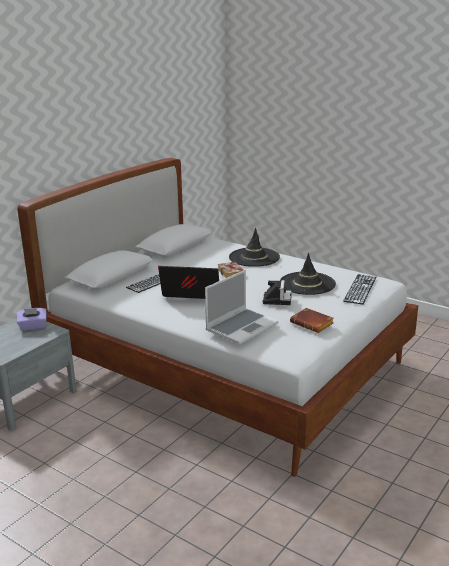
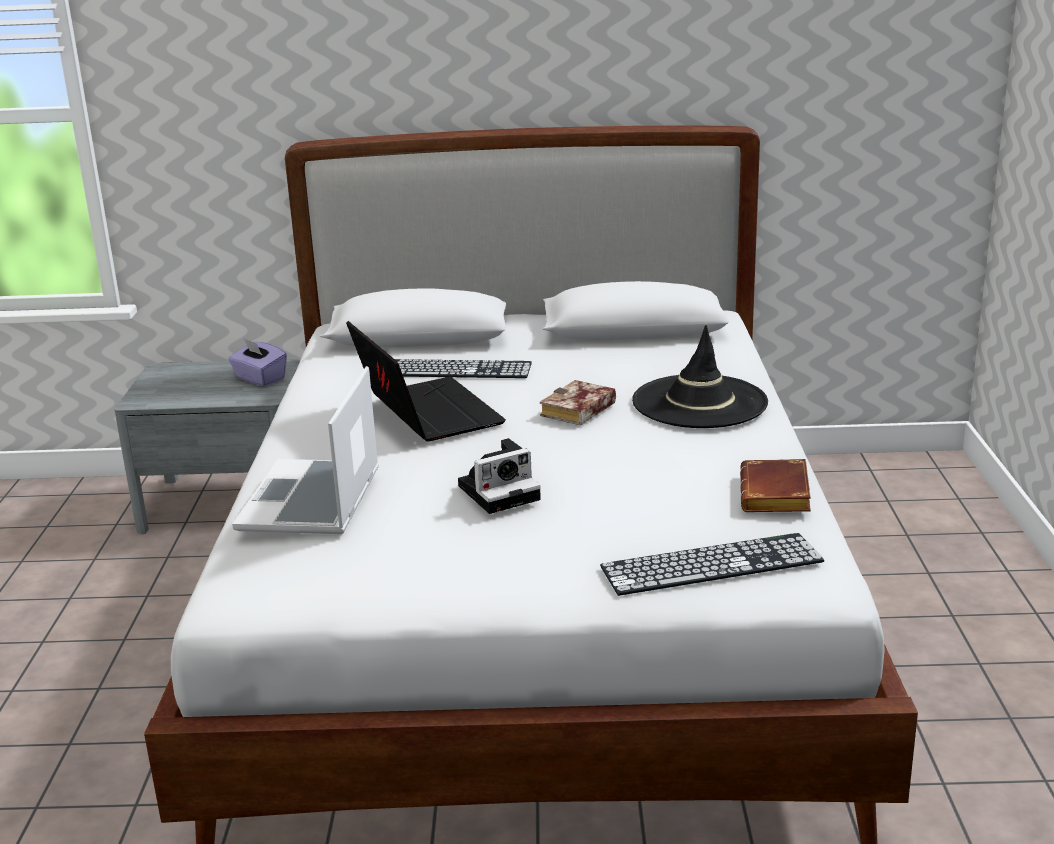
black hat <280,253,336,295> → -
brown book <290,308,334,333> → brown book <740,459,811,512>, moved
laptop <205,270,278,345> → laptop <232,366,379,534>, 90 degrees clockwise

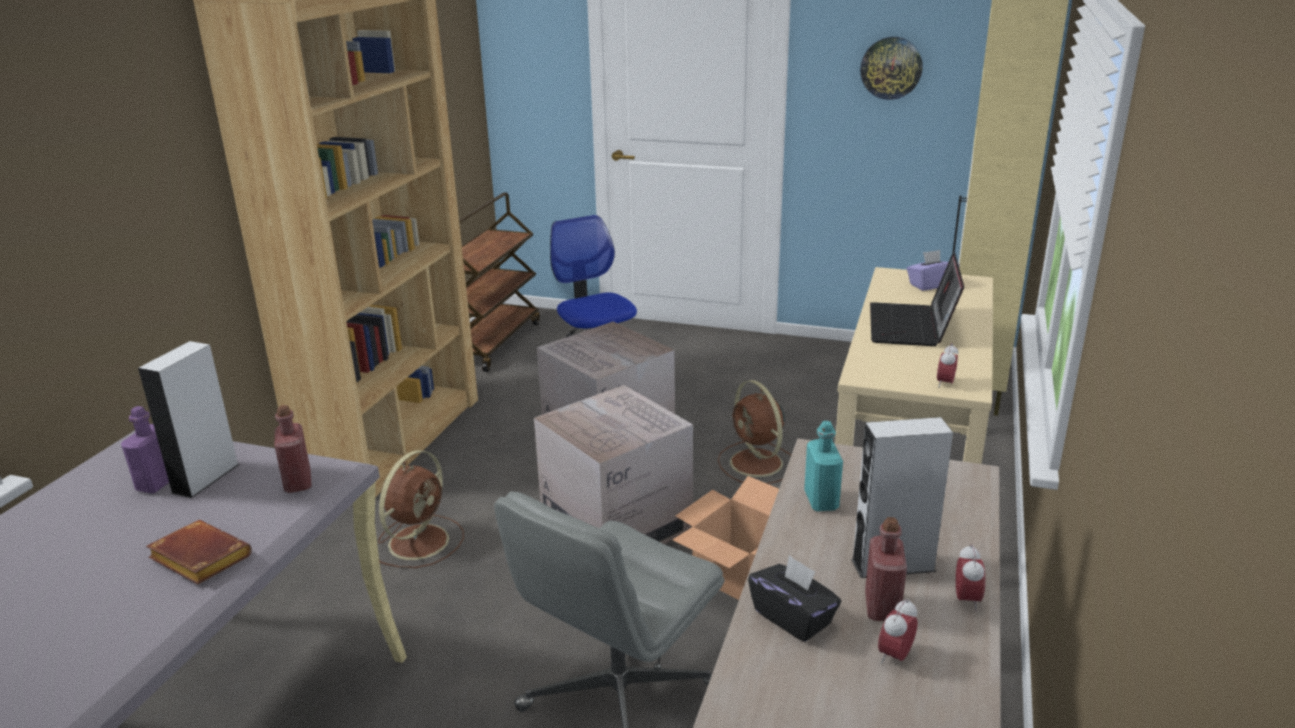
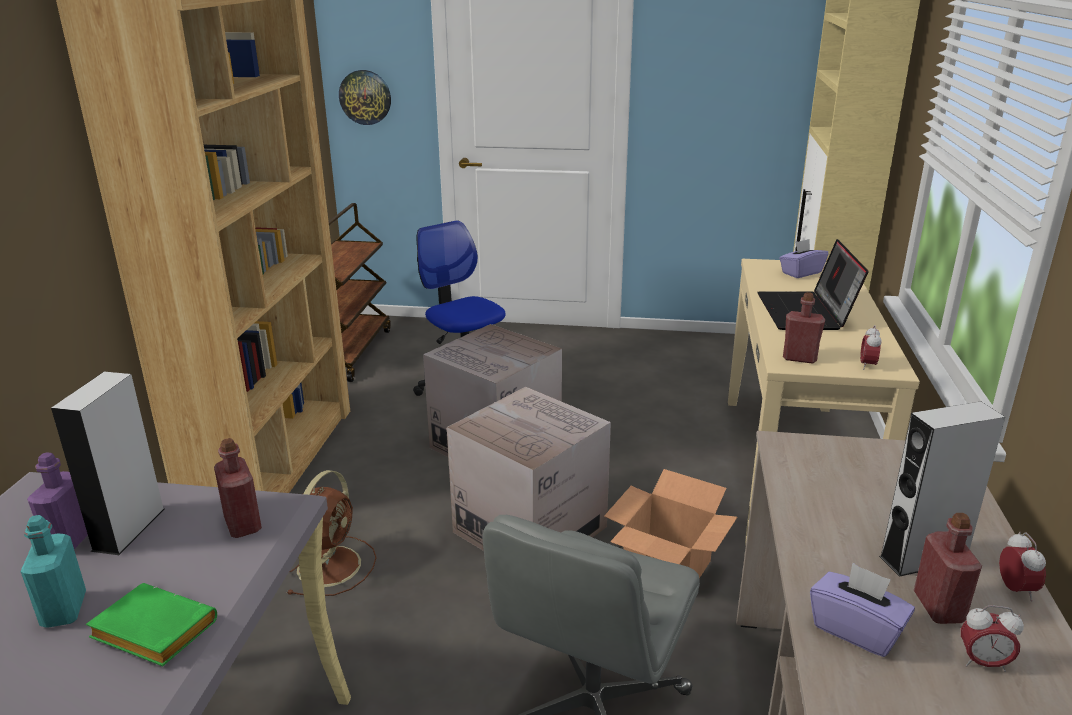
brown fan <718,380,791,484> → -
- → red bottle <783,292,825,364>
turquoise bottle <804,421,843,511> → turquoise bottle <20,515,86,628>, moved
wall clock <860,37,923,100> → wall clock <339,70,391,125>, moved
brown book <146,520,252,585> → green book <86,583,217,666>
black tissue box <748,555,841,642> → purple tissue box <810,563,915,657>
alarm clock <878,599,918,664> → alarm clock <961,605,1024,672>, 105 degrees counterclockwise

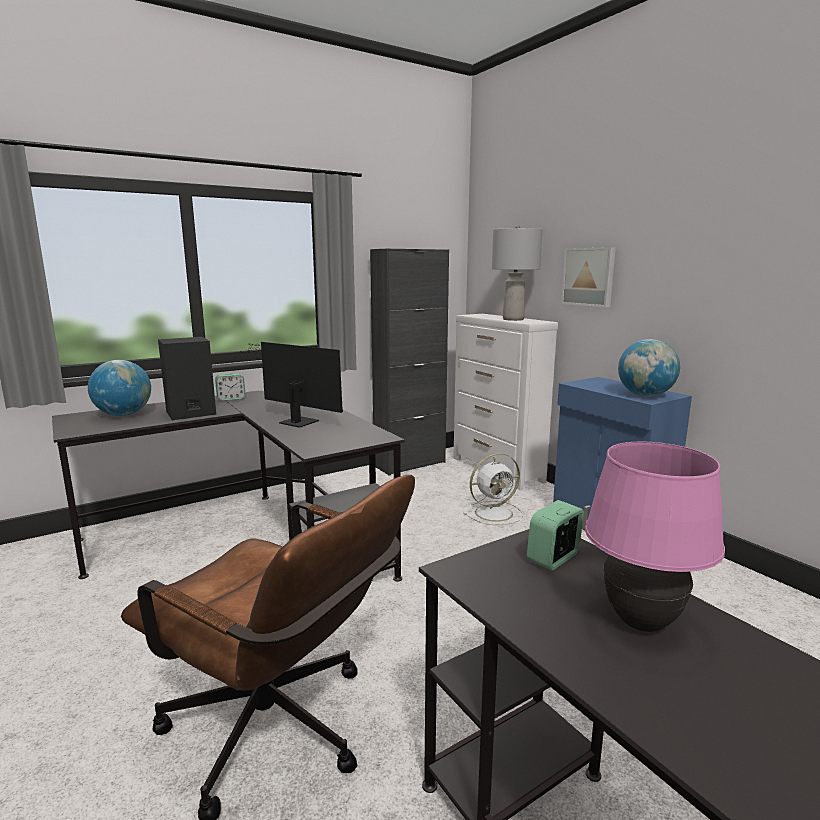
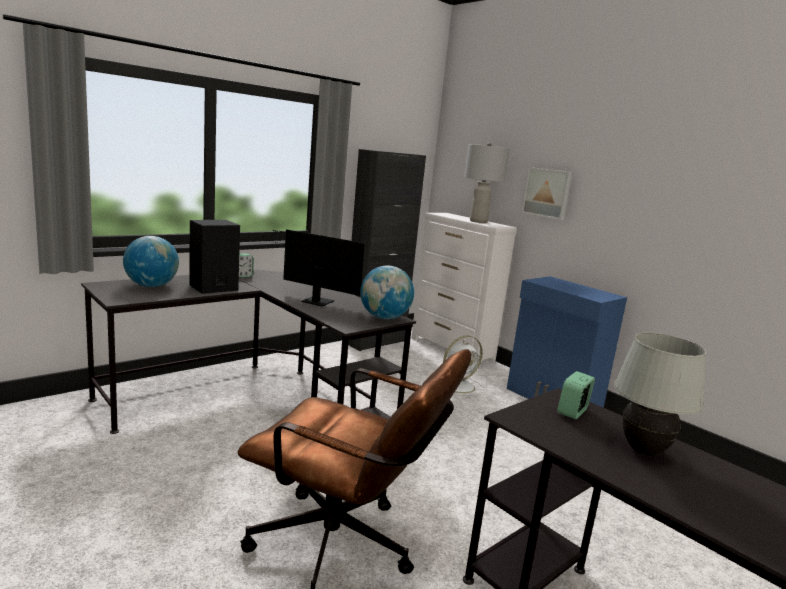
globe <618,339,680,396> → globe <360,266,414,319>, moved
pink table lamp <585,442,725,632> → white table lamp <614,333,707,456>

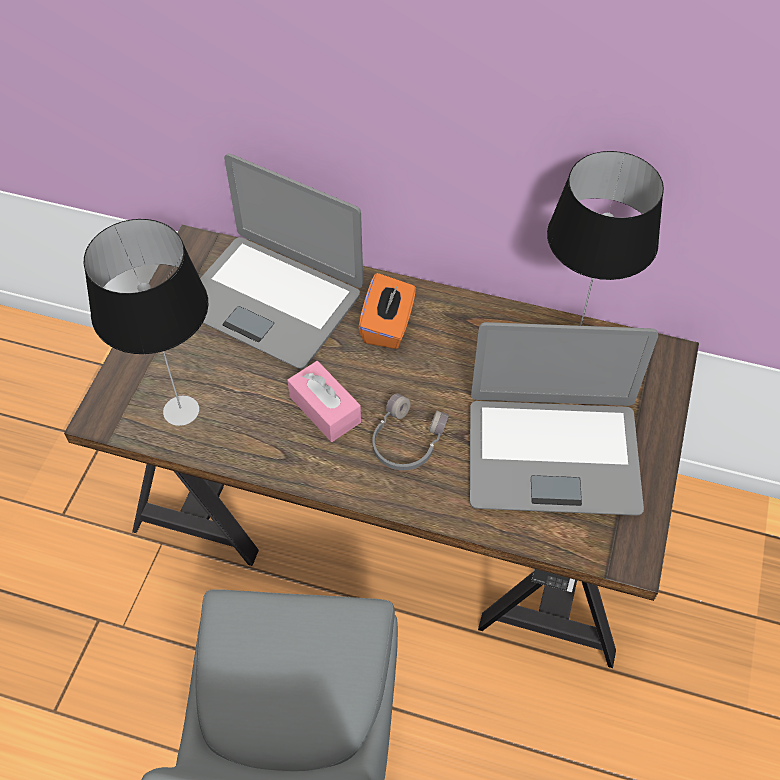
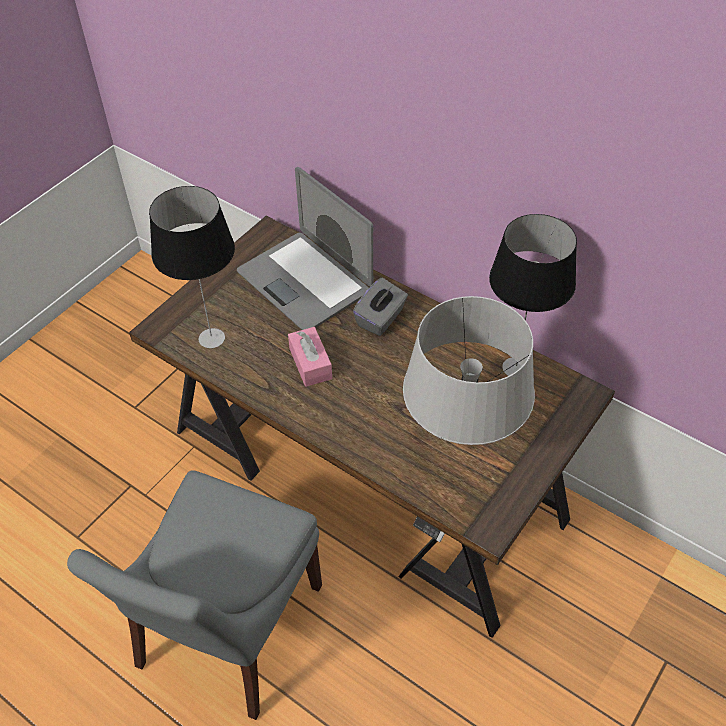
grey headphones <372,393,449,470> → -
laptop <470,322,658,515> → grey table lamp <403,296,535,445>
orange tissue box <358,273,416,349> → grey tissue box <353,278,408,336>

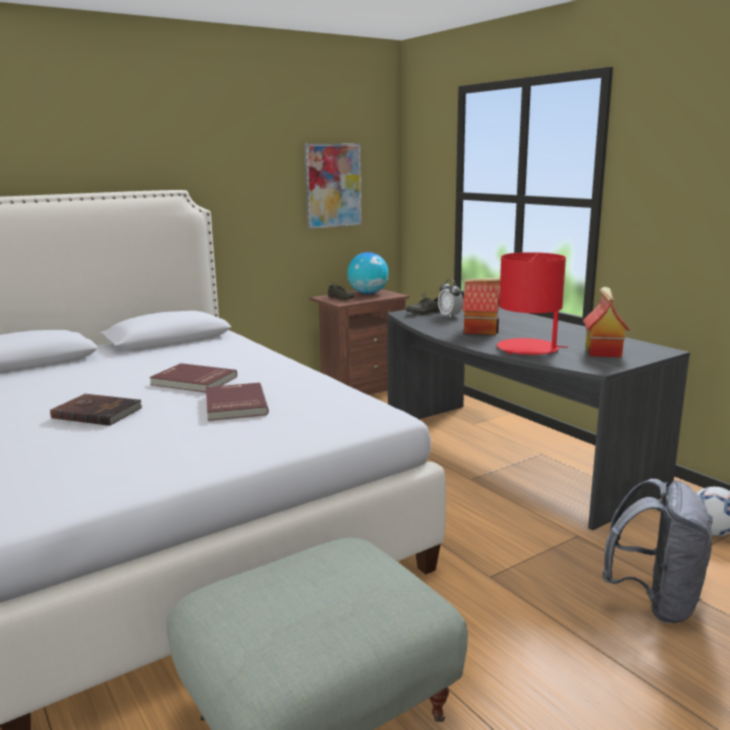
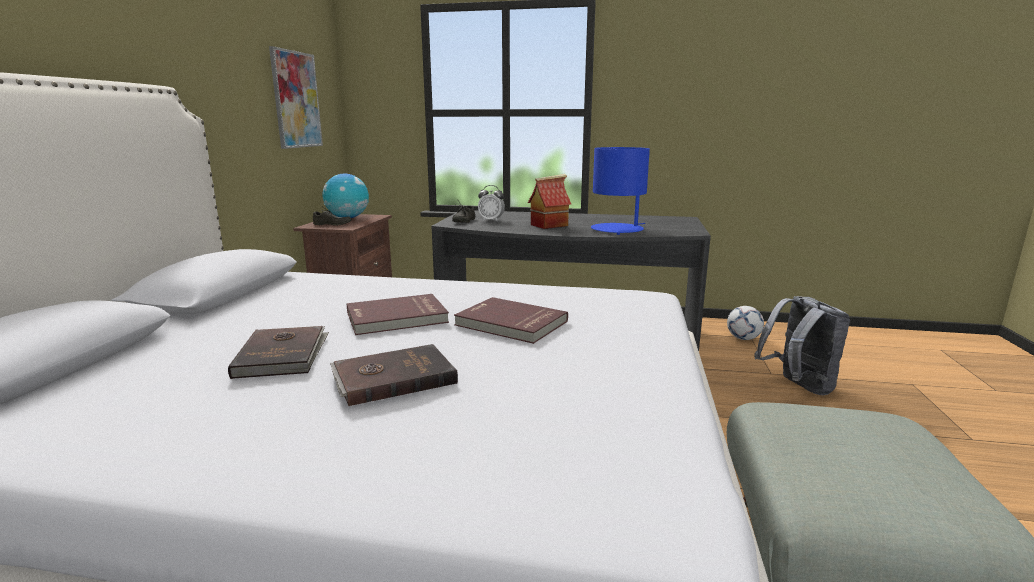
toy house <583,287,630,357> → -
- → brown book <228,326,329,379>
red table lamp <497,252,568,355> → blue table lamp <591,147,650,235>

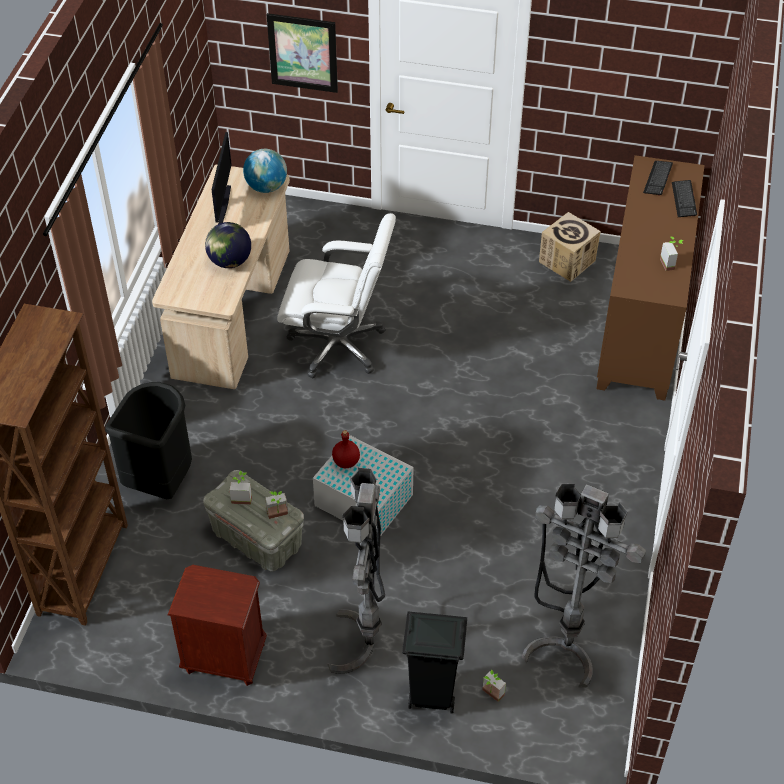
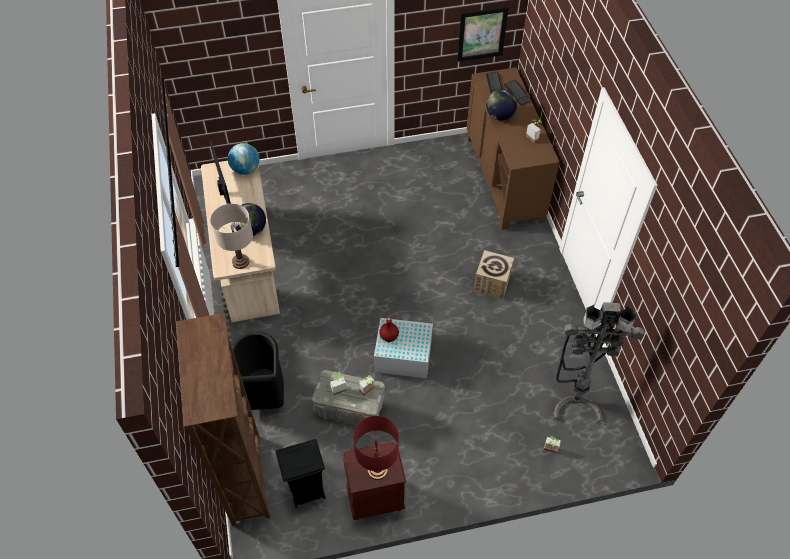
white office chair <277,213,396,378> → -
grey floor lamp <327,468,385,674> → -
- → beige table lamp <210,204,253,269>
- → red table lamp <353,416,399,480>
- → globe <486,89,517,120>
picture <267,13,338,93> → picture <457,7,509,62>, moved
black trash can <402,611,467,714> → black trash can <275,439,326,508>, moved
cardboard box <539,212,601,282> → cardboard box <474,250,514,300>, moved

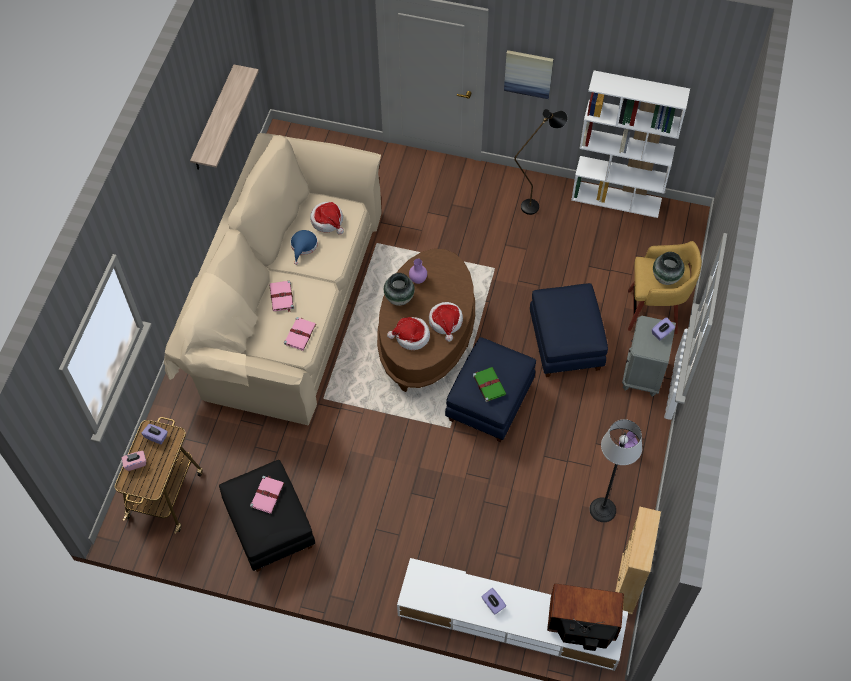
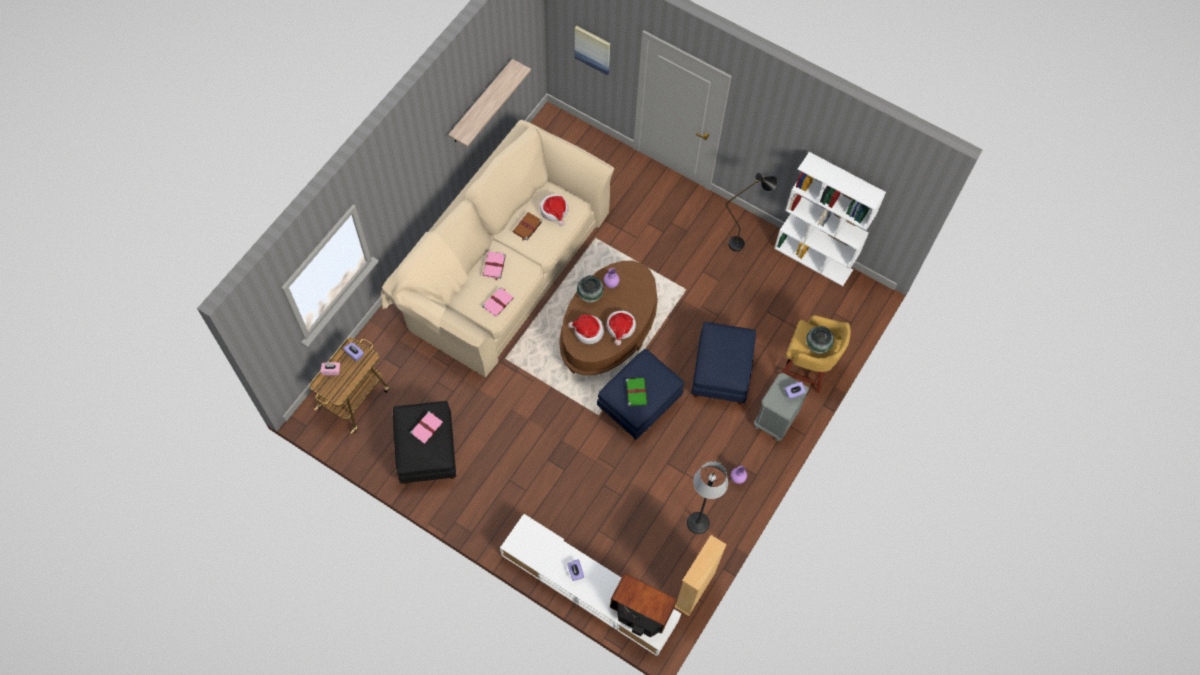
picture <504,50,553,99> → picture <575,26,611,75>, moved
blue hat <290,230,318,265> → brown book <513,212,542,241>

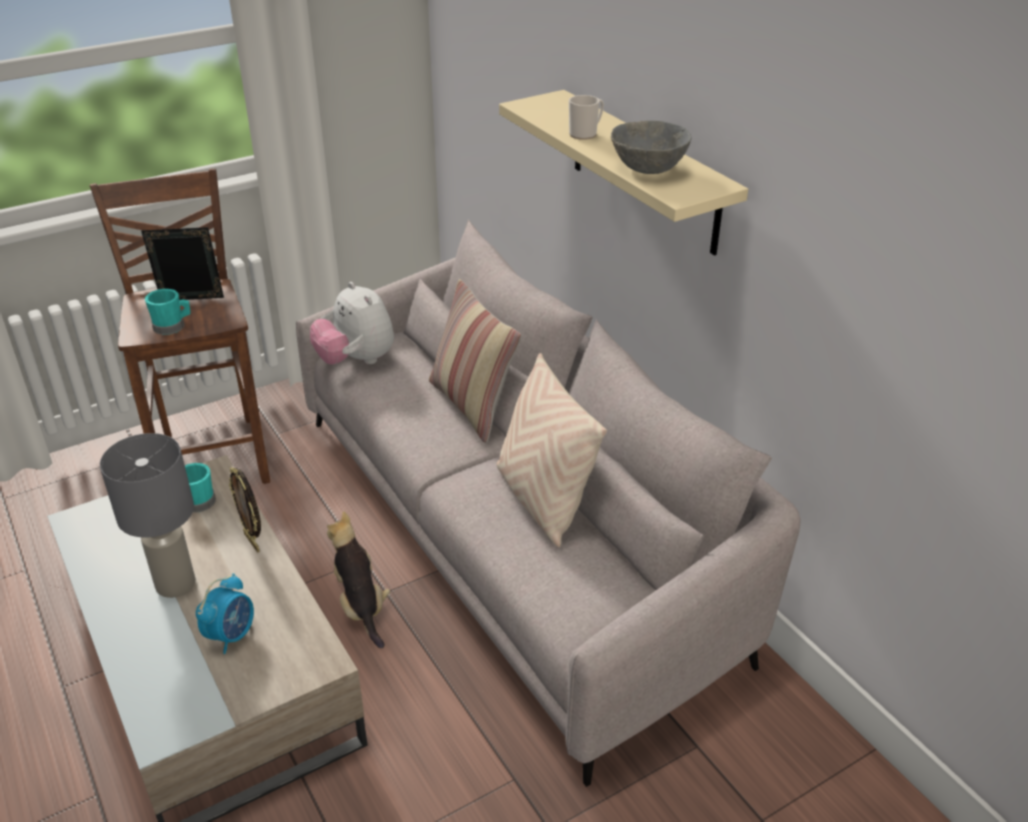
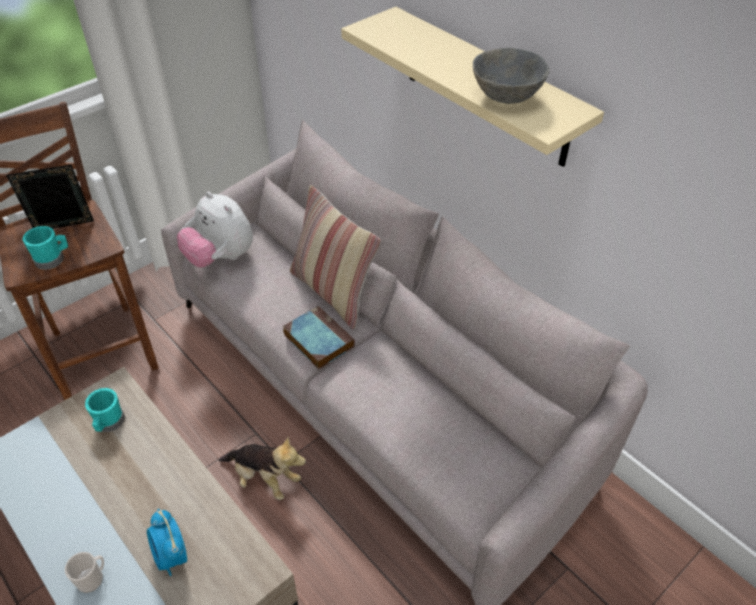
grey table lamp <100,433,195,598> → -
picture frame <229,467,261,552> → -
beige pillow <497,353,607,547> → -
- → book <283,306,355,370>
mug <569,95,604,140> → mug <65,552,104,593>, moved
alarm clock <196,573,254,654> → alarm clock <147,509,187,576>, 135 degrees clockwise
plush toy <327,511,390,648> → plush toy <219,436,306,500>, 150 degrees clockwise

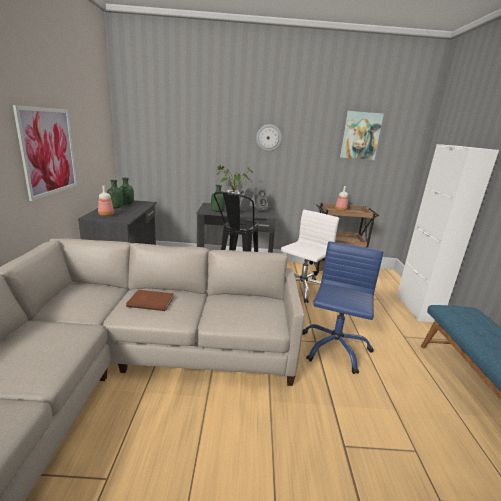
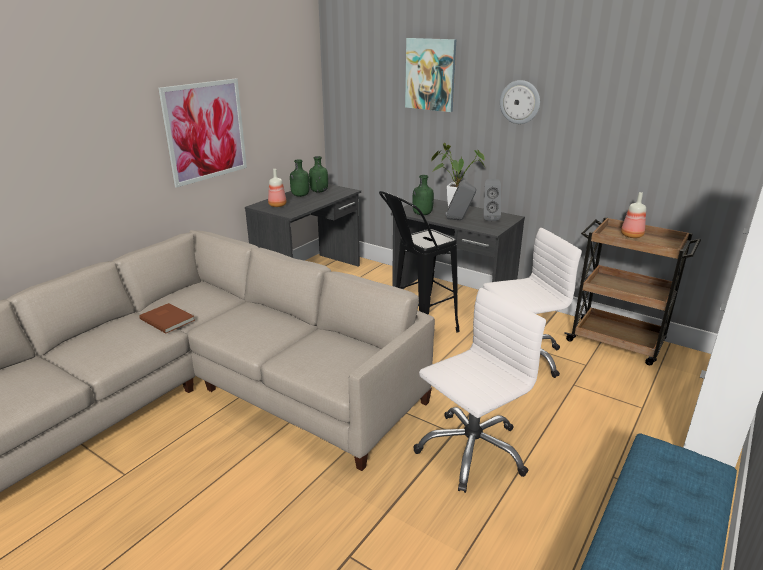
brown book <126,290,174,311> → brown book <139,303,195,333>, moved
picture <340,111,384,160> → picture <405,38,456,112>, moved
blue office chair <302,241,383,374> → white office chair <413,288,546,493>

